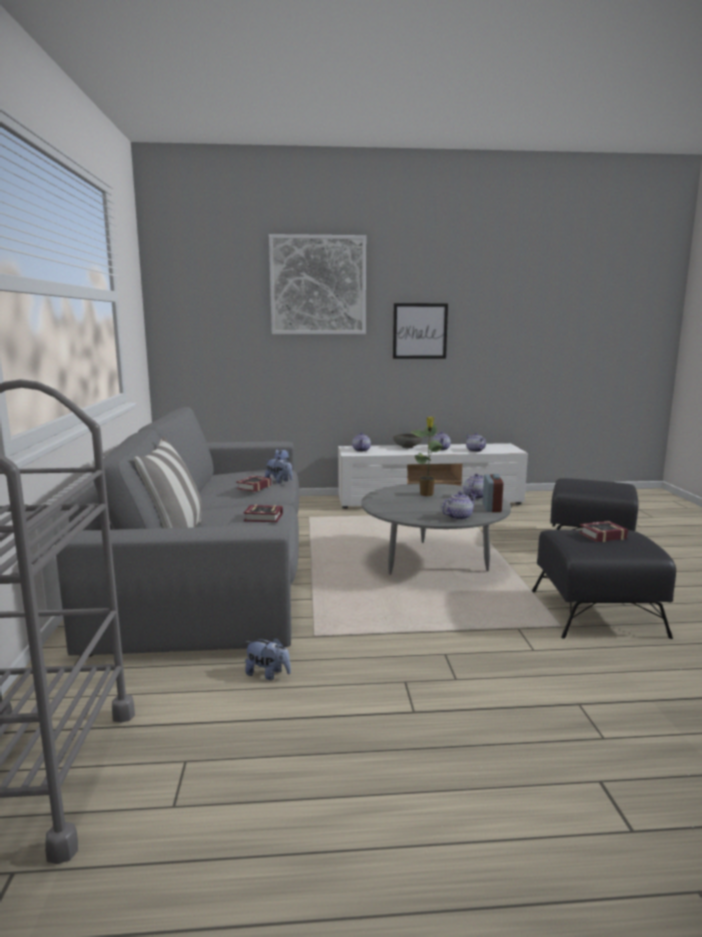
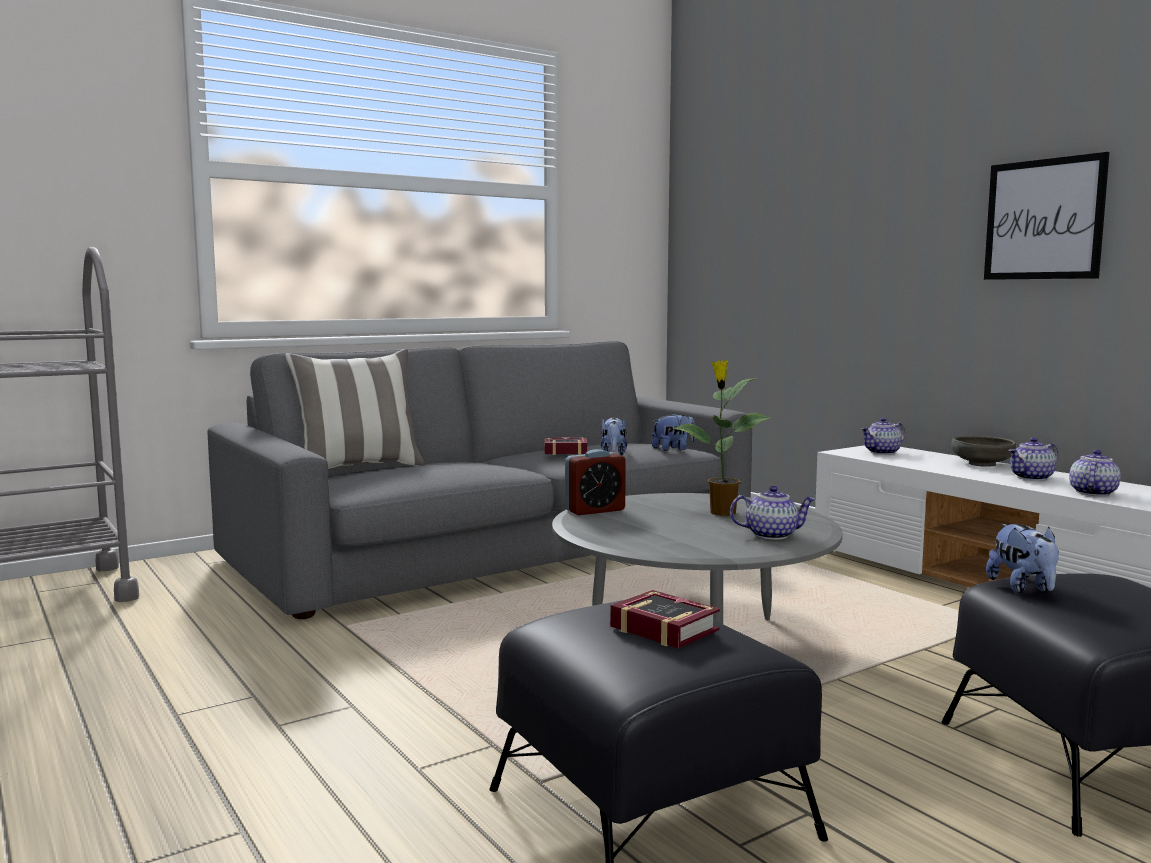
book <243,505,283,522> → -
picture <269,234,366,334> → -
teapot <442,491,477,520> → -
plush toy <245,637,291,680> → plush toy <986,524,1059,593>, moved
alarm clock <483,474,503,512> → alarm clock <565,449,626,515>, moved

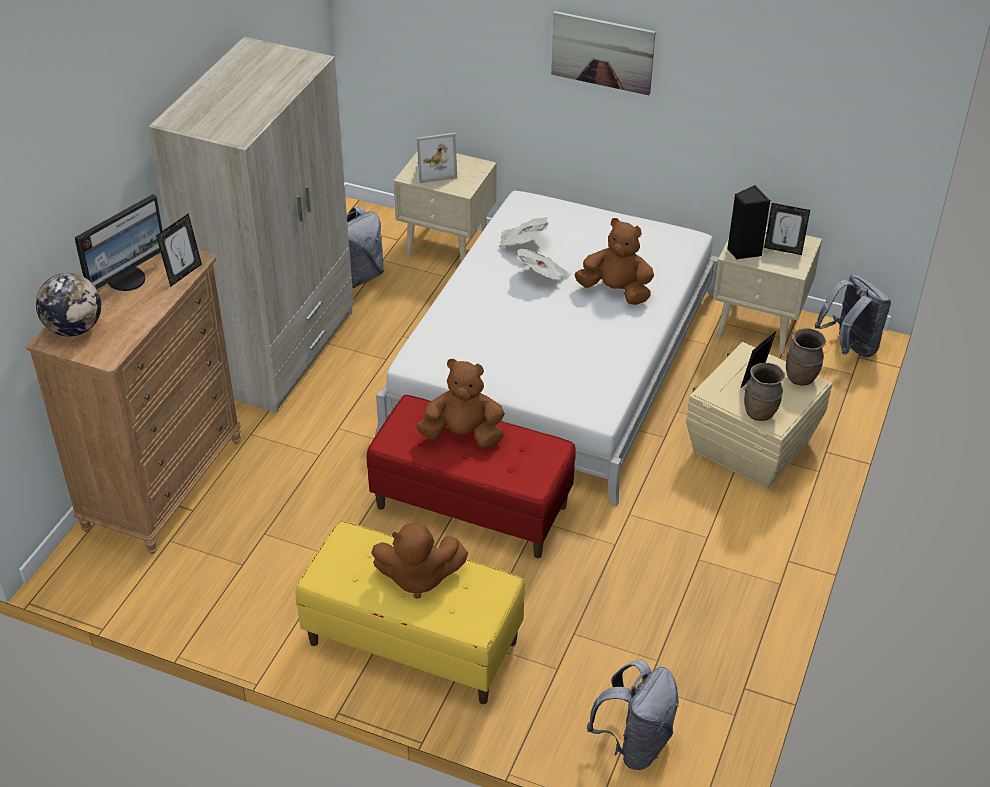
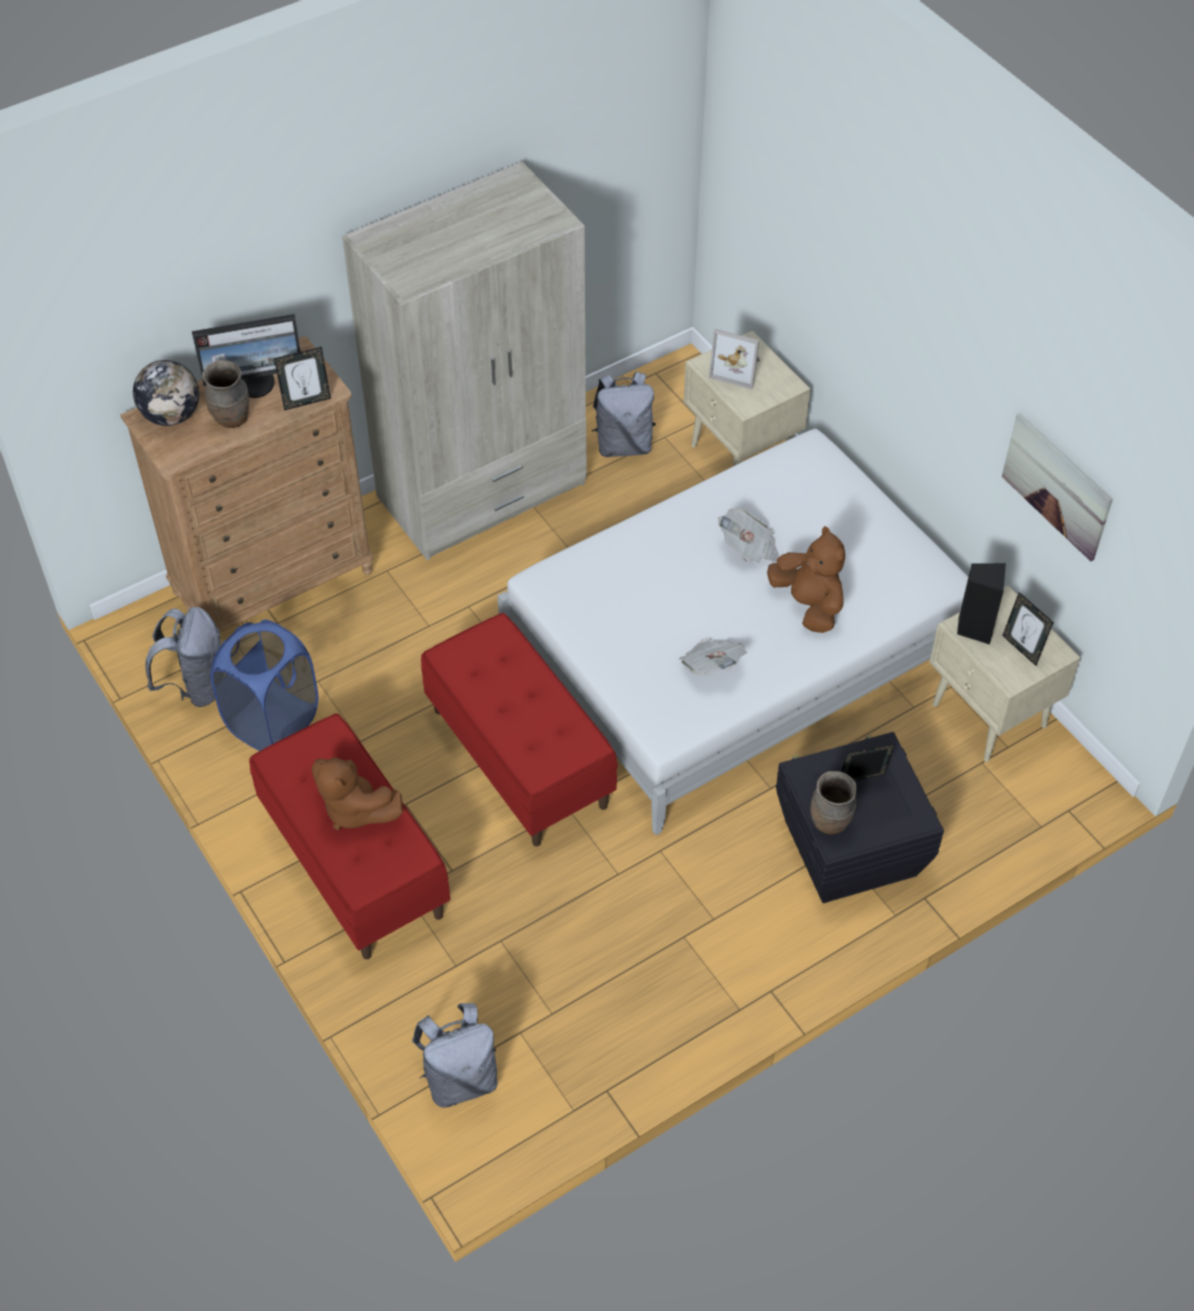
brown plush toy <416,358,505,448> → -
- → blue laundry basket <211,620,318,751>
newspaper <499,217,549,247> → newspaper <679,638,747,675>, moved
picture <551,11,656,95> → picture <1002,413,1113,562>, moved
brown vase <786,328,826,386> → brown vase <202,360,249,428>, moved
grey backpack <815,274,891,358> → grey backpack <145,607,221,707>, moved
yellow bench <295,521,525,704> → red bench <249,713,450,959>
beige storage box <686,342,833,489> → black storage box <776,732,944,903>

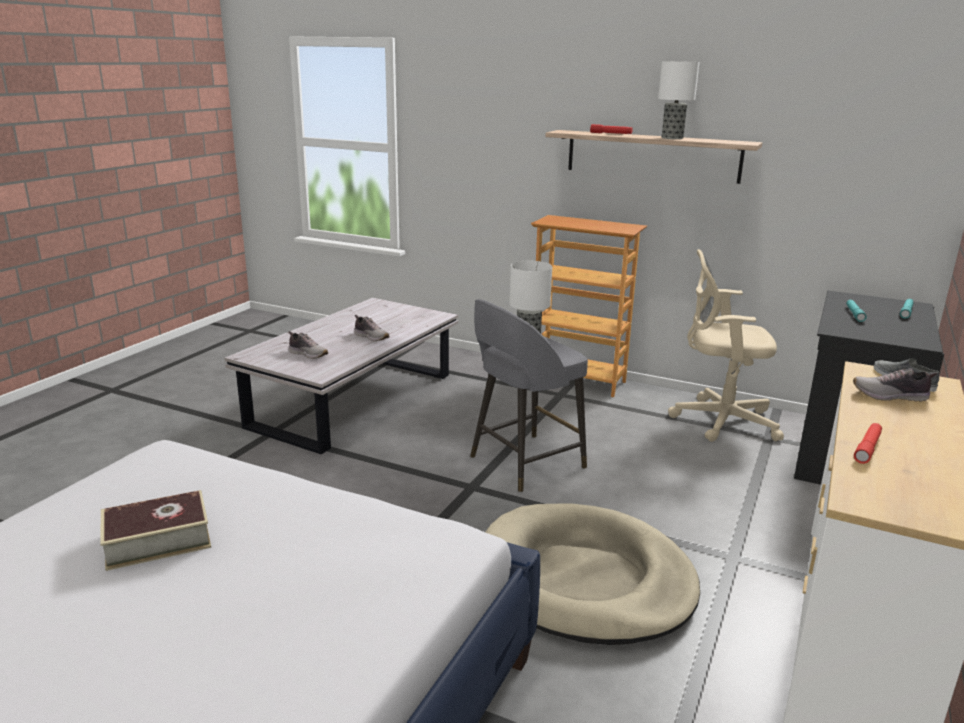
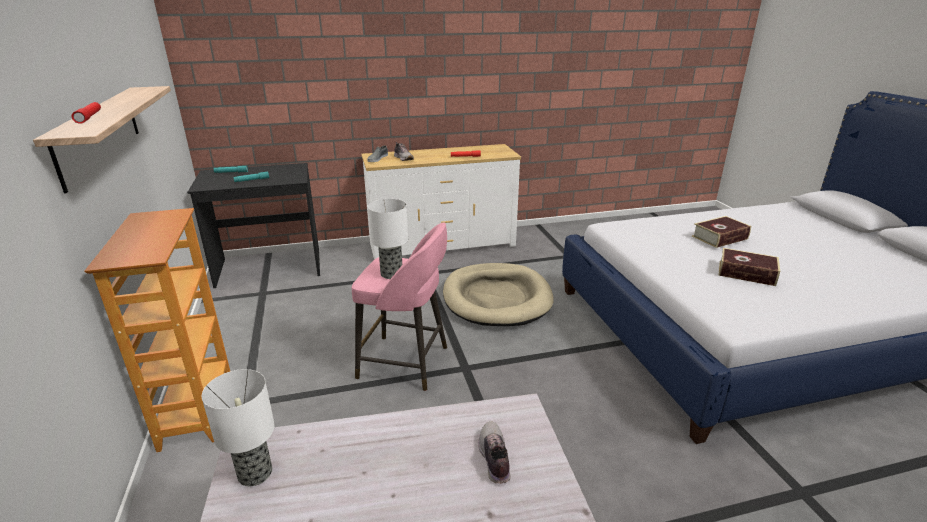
shoe <354,315,389,341> → -
beige office chair <668,249,784,442> → -
- → book <692,216,751,248>
table lamp <658,61,699,139> → table lamp <202,369,275,486>, moved
grey stool <470,299,588,492> → pink stool <352,222,447,391>

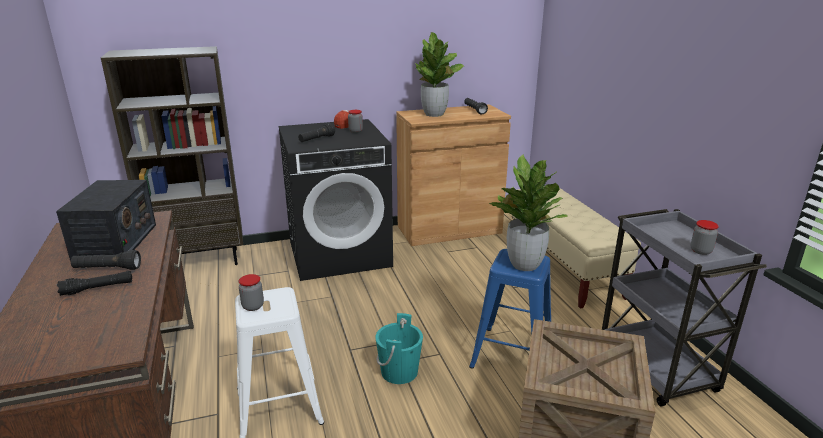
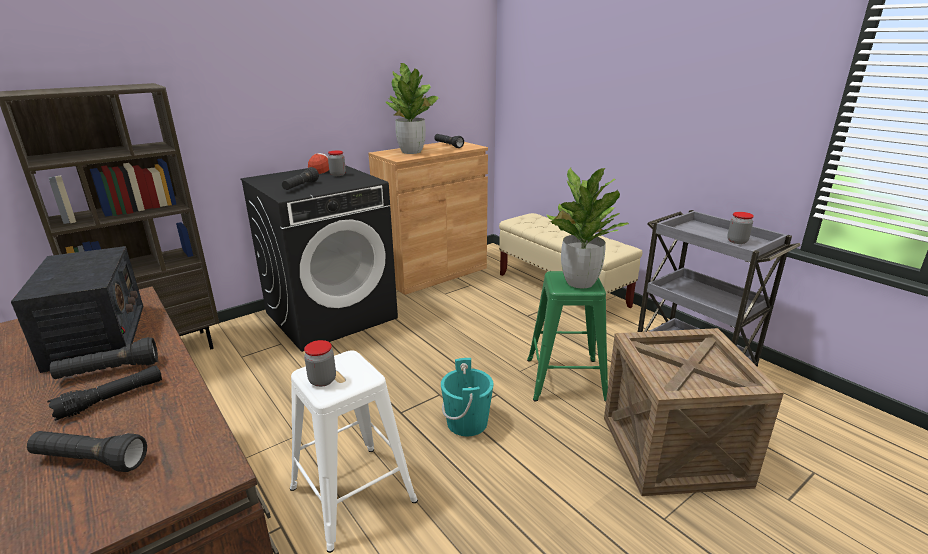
- → black flashlight <27,431,147,472>
blue stool <469,249,551,368> → green stool <527,271,608,402>

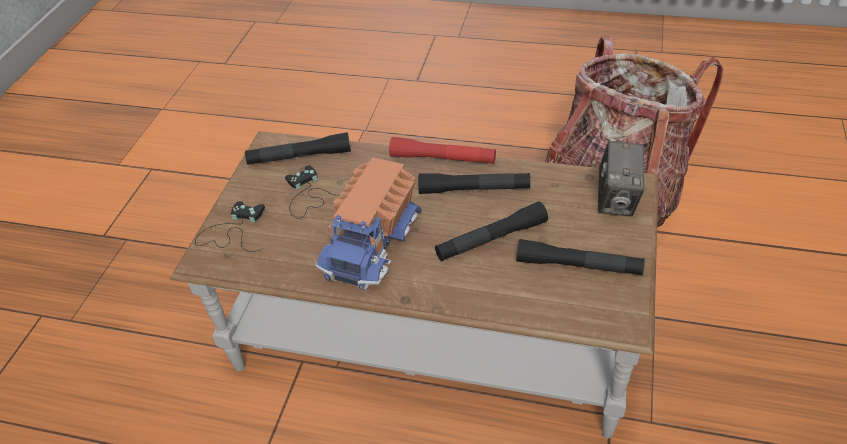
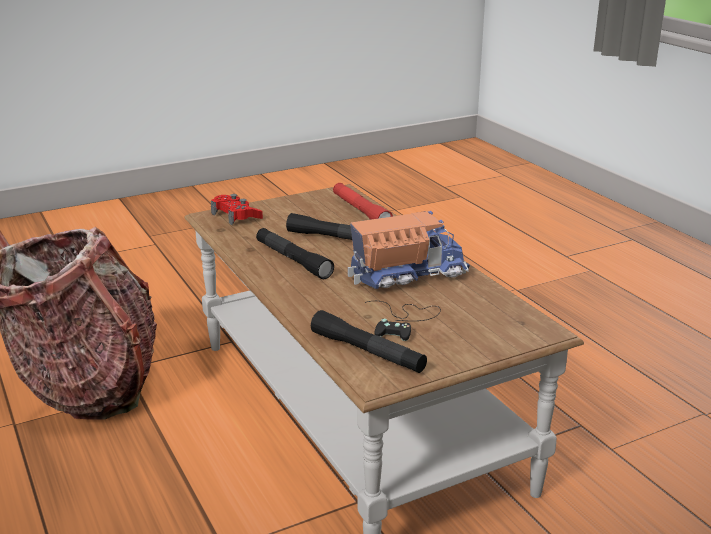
black game controller <195,201,265,252> → -
black flashlight <516,239,645,276> → -
red flashlight <389,137,496,164> → red flashlight <333,183,393,220>, moved
photo camera <598,141,645,216> → red game controller <211,194,263,225>

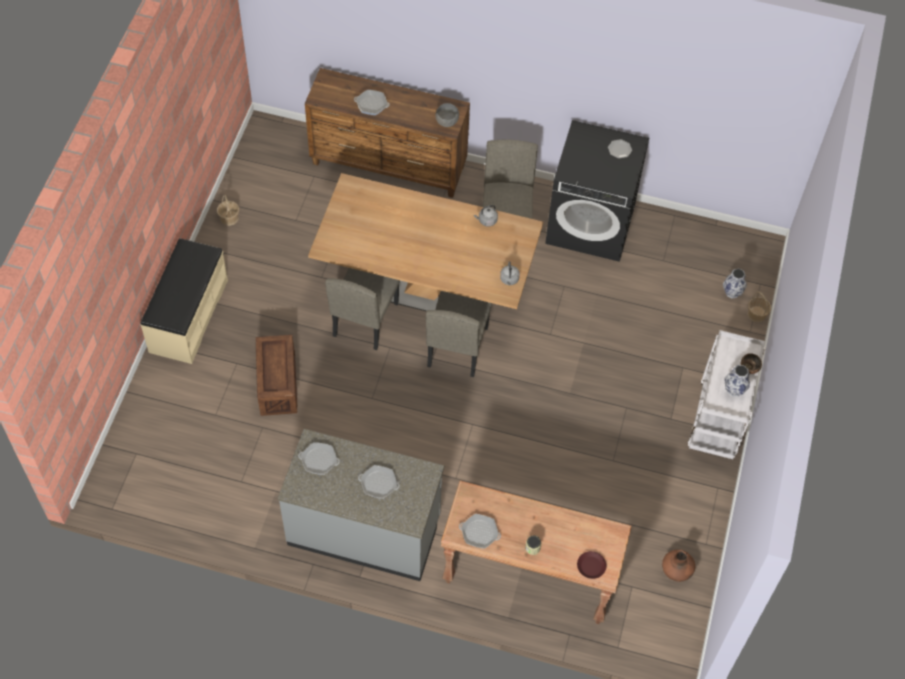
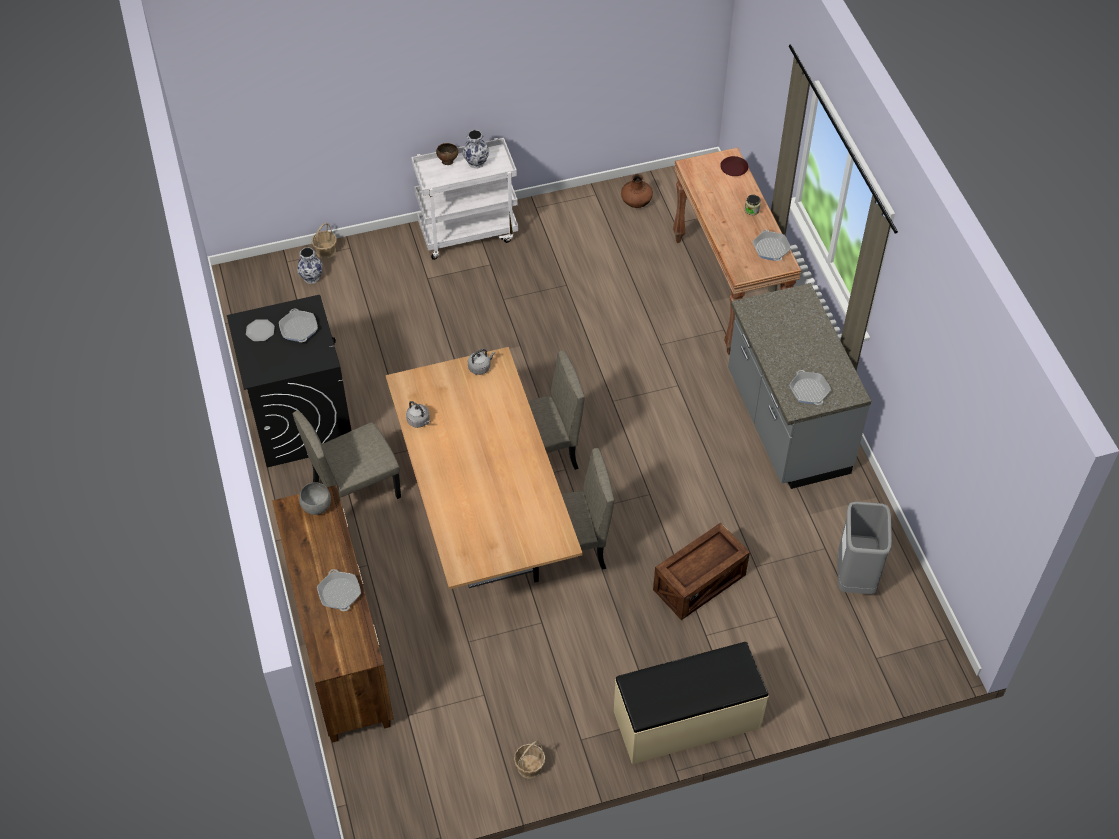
- → grey trash can <837,501,892,594>
frying pan <358,465,400,499> → frying pan <279,308,318,342>, moved

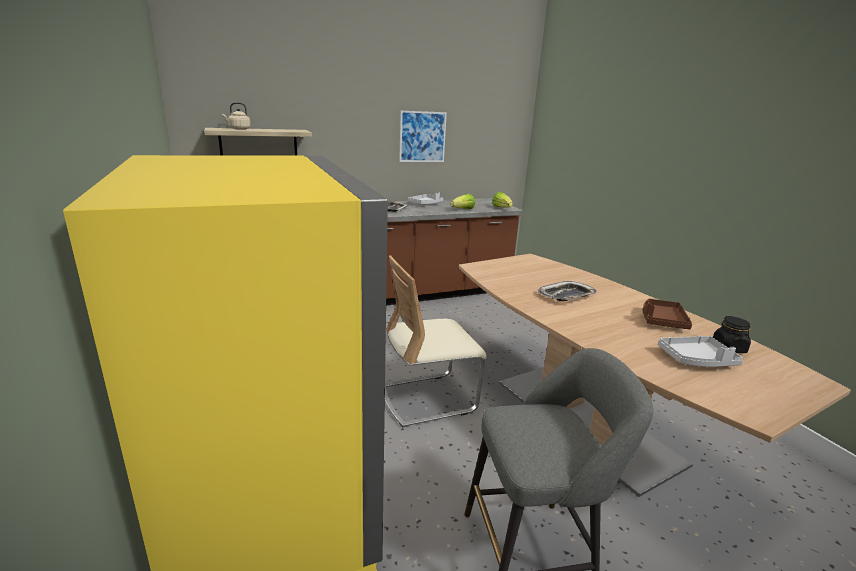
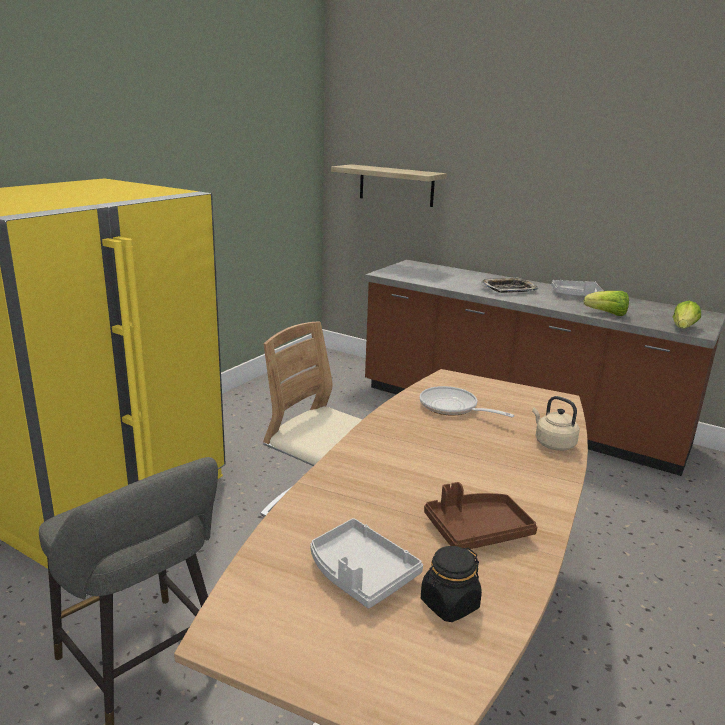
picture <399,111,447,162> → -
tray <538,281,597,301> → -
- → frying pan <420,386,515,417>
beige kettle <222,102,251,130> → beige kettle <532,396,580,451>, moved

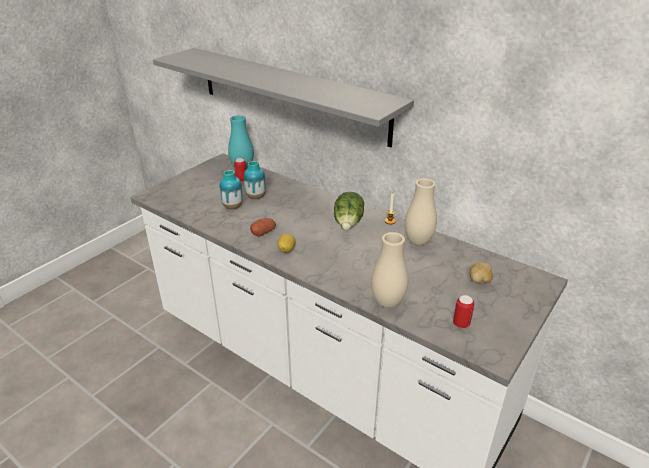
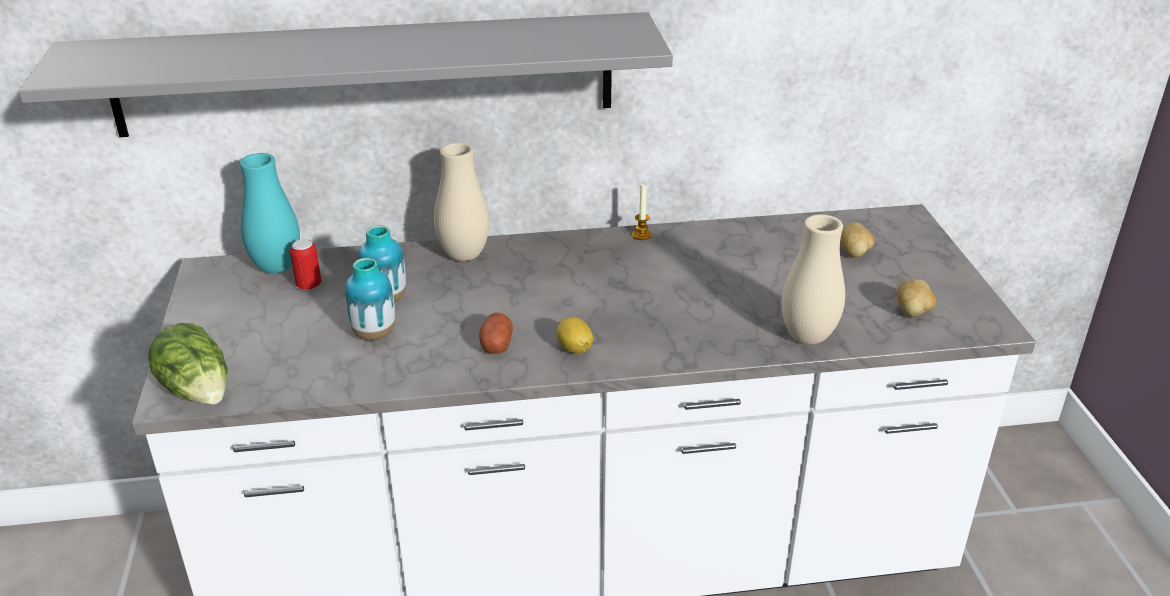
lettuce <334,192,364,230> → lettuce <148,323,228,405>, moved
beige vase <405,178,437,246> → beige vase <434,142,490,261>, moved
can <453,295,474,328> → potato <897,279,936,317>

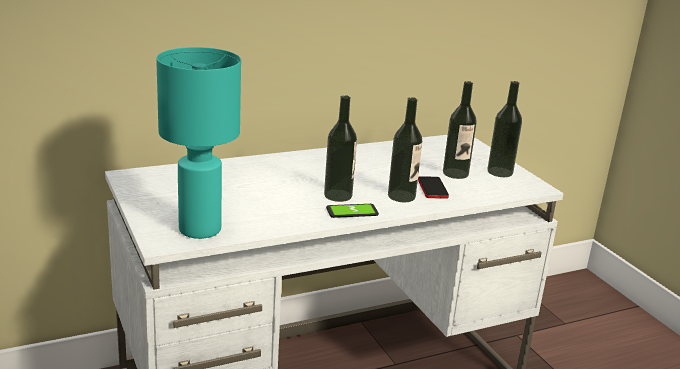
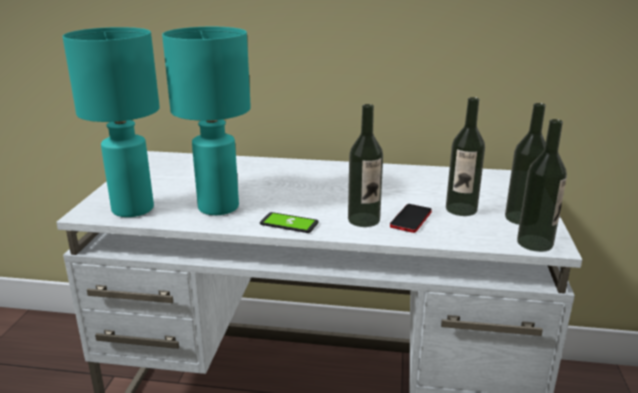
- → turquoise table lamp <162,27,251,215>
bottle <324,95,357,202> → bottle <517,119,567,252>, moved

